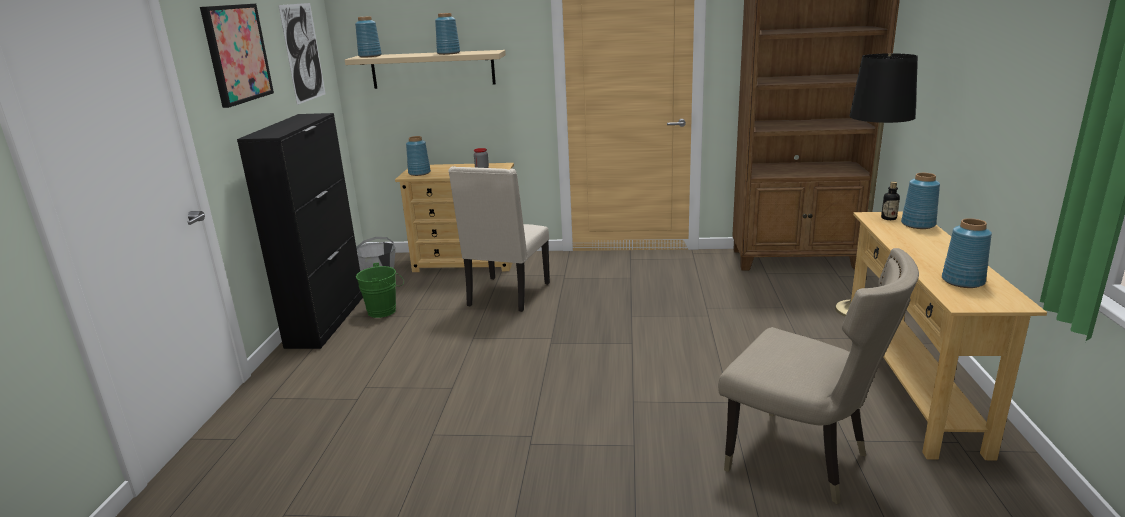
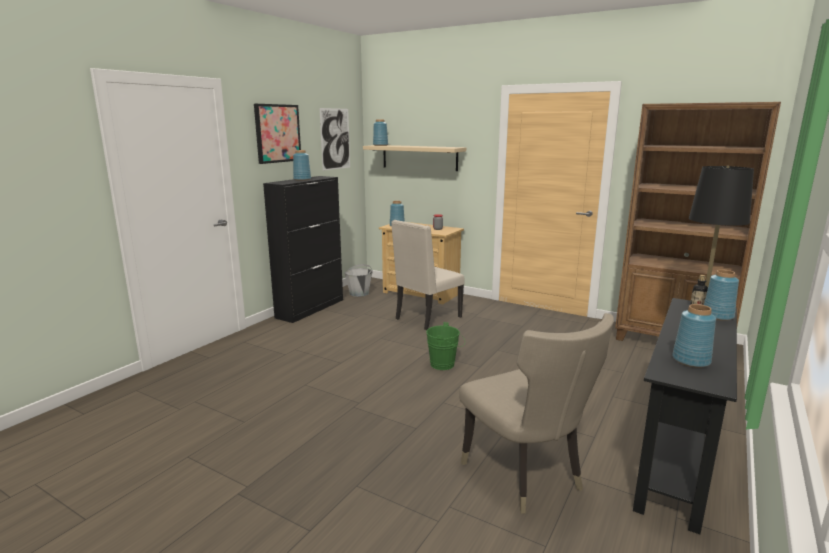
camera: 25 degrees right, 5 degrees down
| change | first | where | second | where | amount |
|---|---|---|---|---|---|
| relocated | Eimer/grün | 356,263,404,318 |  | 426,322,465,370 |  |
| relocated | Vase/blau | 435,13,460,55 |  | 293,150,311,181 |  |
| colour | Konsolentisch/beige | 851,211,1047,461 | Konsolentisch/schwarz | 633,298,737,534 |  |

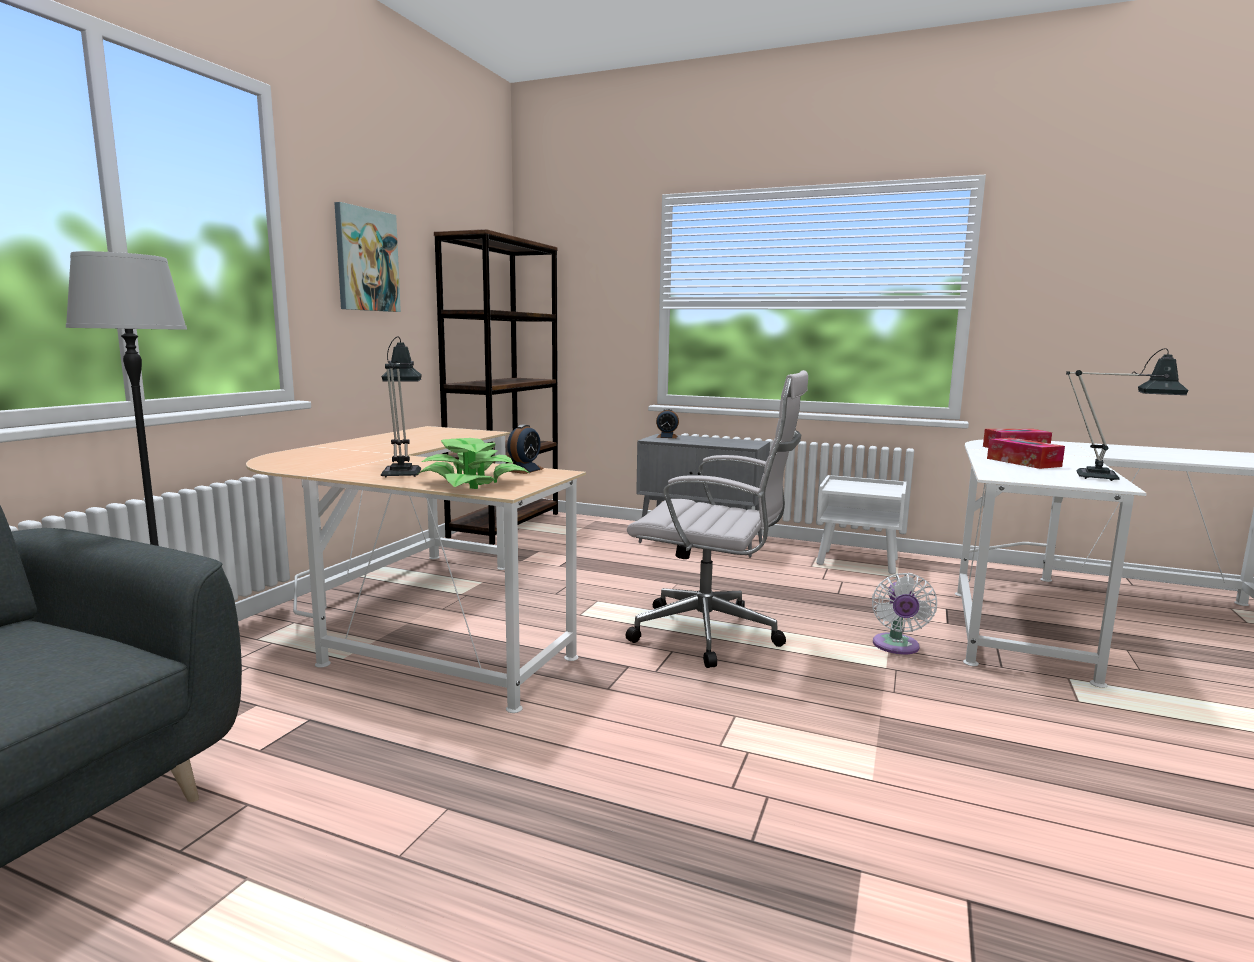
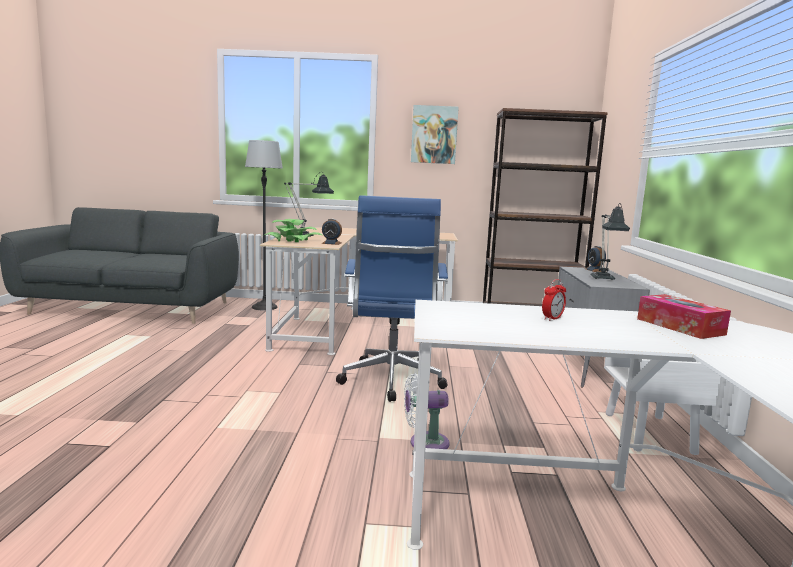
camera: 70 degrees right, 0 degrees up
| change | first | where | second | where | amount |
|---|---|---|---|---|---|
| colour | Bürostuhl/weiß | 626,370,808,668 | Bürostuhl/blau | 336,195,448,402 |  |
| exchanged | Taschentuchbox | 987,438,1065,469 | Wecker | 542,279,566,321 |  |
| relocated | Tischlampe | 1066,348,1189,481 |  | 590,203,630,280 |  |

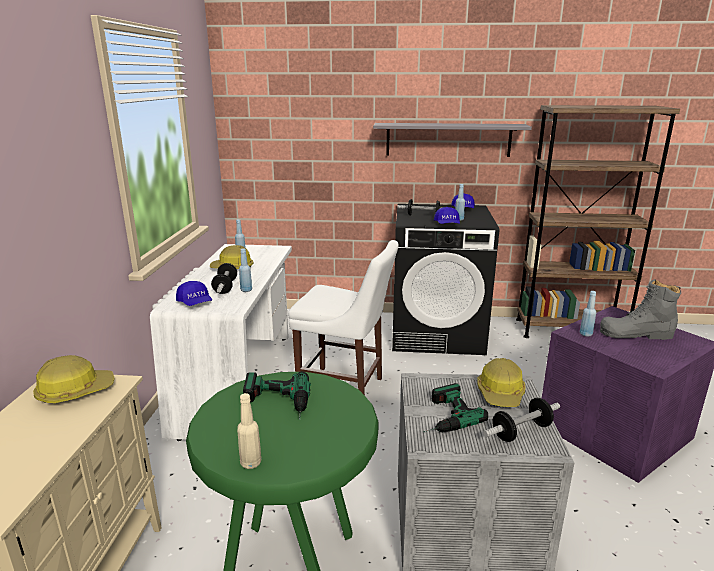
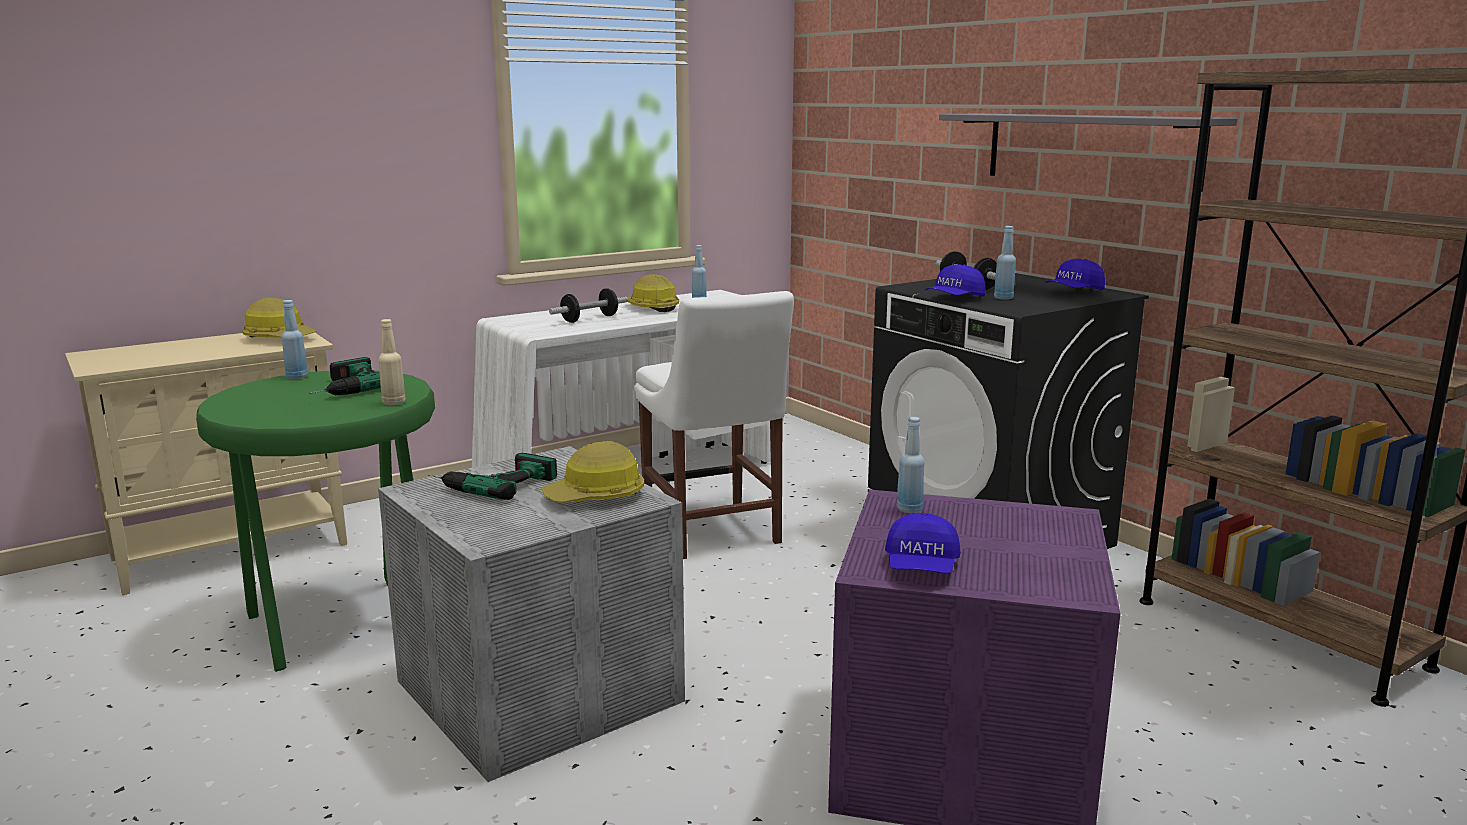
camera: 50 degrees right, 5 degrees down
| change | first | where | second | where | amount |
|---|---|---|---|---|---|
| relocated | Kappe/blau | 176,281,212,306 |  | 885,513,961,573 |  |
| relocated | Flasche/beige | 237,393,262,469 |  | 379,319,406,405 |  |
| relocated | Flasche/blau | 239,248,252,292 |  | 282,300,308,379 |  |
| missing | Hantel | 483,398,560,442 |  |  |  |
| missing | Stiefel/grau | 600,279,681,340 |  |  |  |

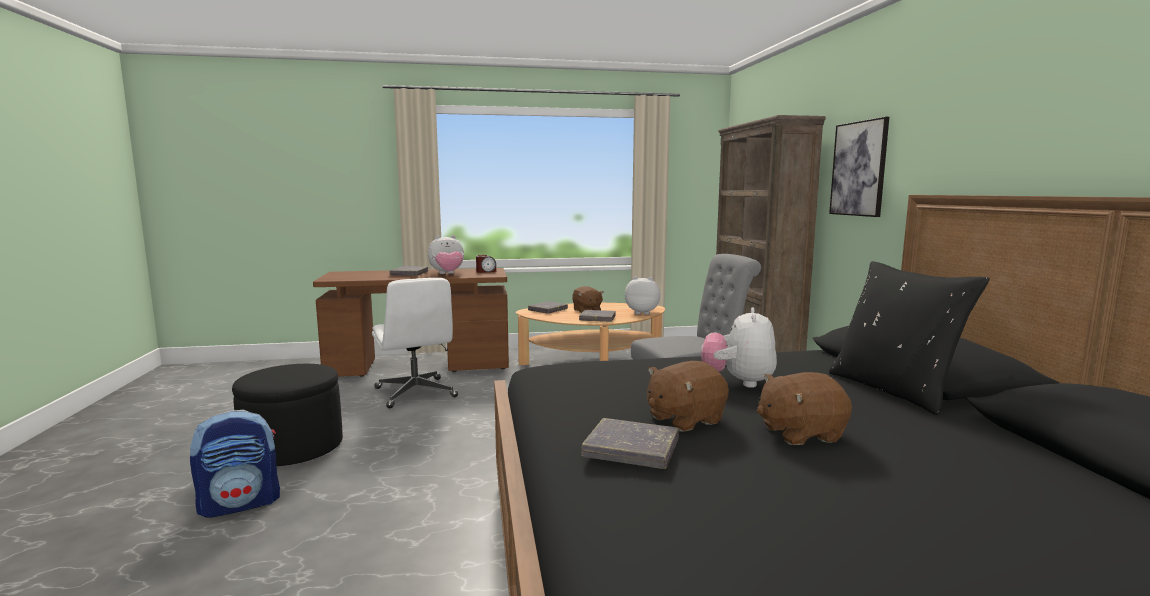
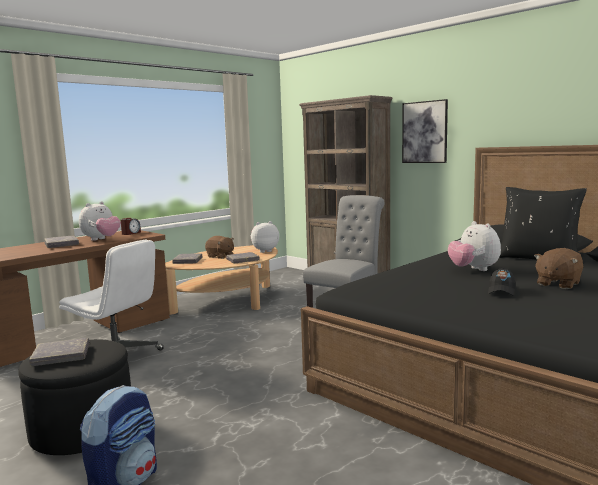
camera: 35 degrees left, 0 degrees up
| change | first | where | second | where | amount |
|---|---|---|---|---|---|
| relocated | Buch/grau | 581,418,679,469 |  | 29,338,89,366 |  |
| exchanged | Plüschtier/braun | 647,361,729,431 | Kappe/schwarz | 488,268,515,296 |  |

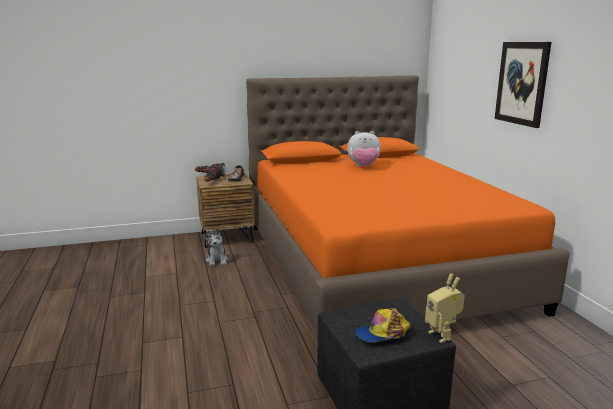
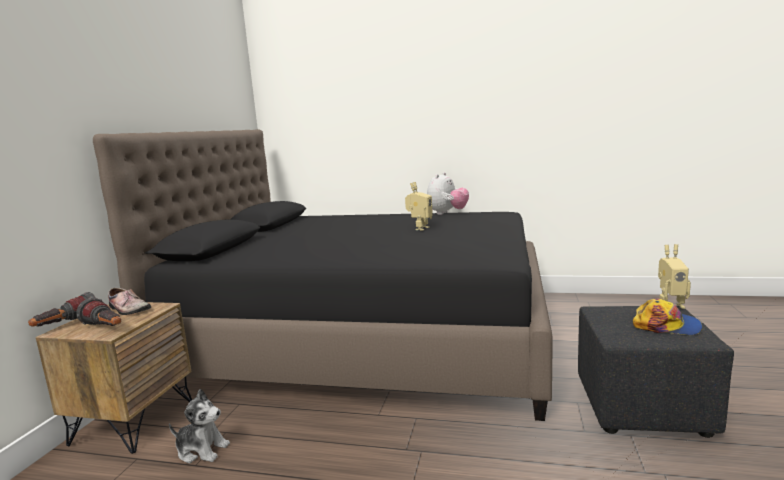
camera: 60 degrees left, 5 degrees down
| change | first | where | second | where | amount |
|---|---|---|---|---|---|
| colour | Bett/orange | 246,75,570,338 | Bett/schwarz | 93,129,553,421 |  |
| relocated | Plüschtier | 347,131,381,166 |  | 427,172,469,215 |  |
| spun | Kappe | 355,308,411,342 |  | 633,298,702,335 | 75 degrees counterclockwise |
| missing | Bild | 495,42,552,128 |  |  |  |
| appeared |  |  | Spielzeugroboter | 405,182,433,230 |  |

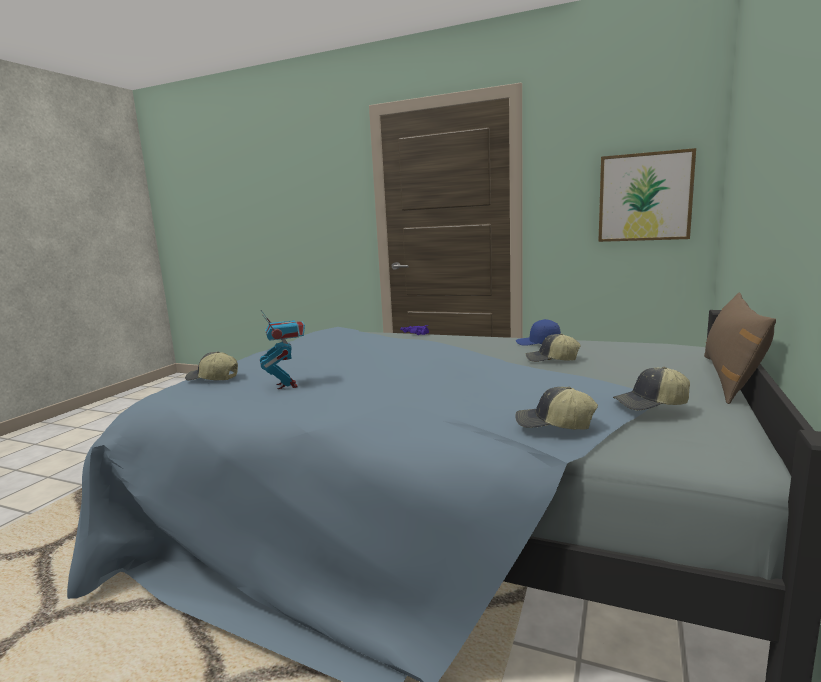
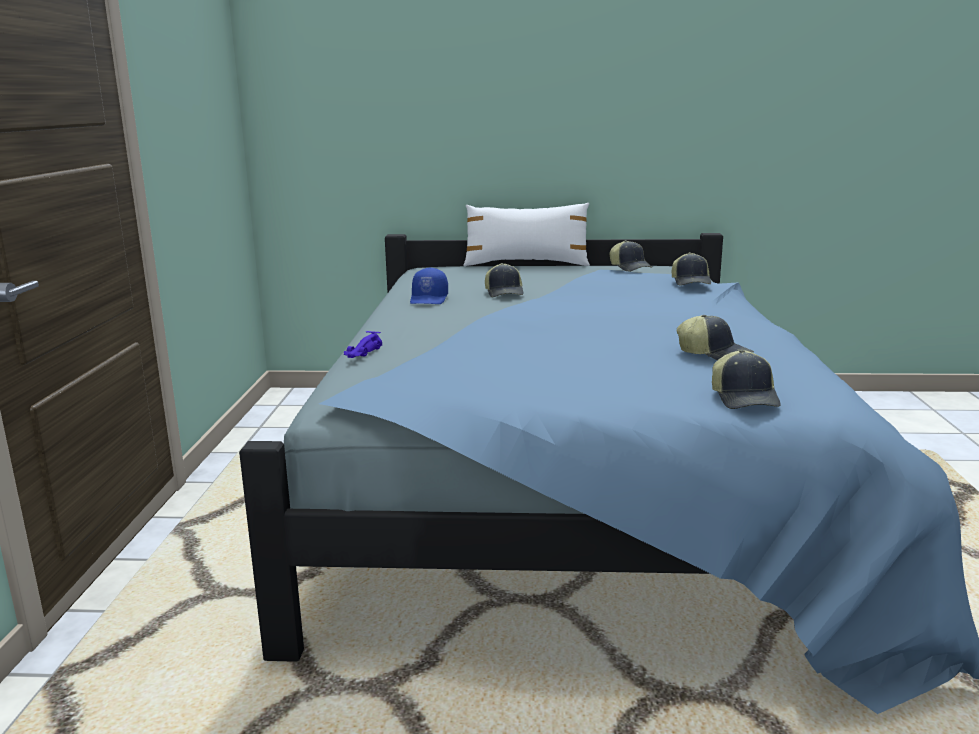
camera: 110 degrees left, 5 degrees up
| change | first | where | second | where | amount |
|---|---|---|---|---|---|
| exchanged | Spielzeugroboter | 260,310,305,389 | Kappe | 677,315,754,360 |  |
| missing | Bild | 598,148,696,242 |  |  |  |
| colour | Kissen/braun | 704,292,776,404 | Kissen/weiß | 463,203,590,266 |  |

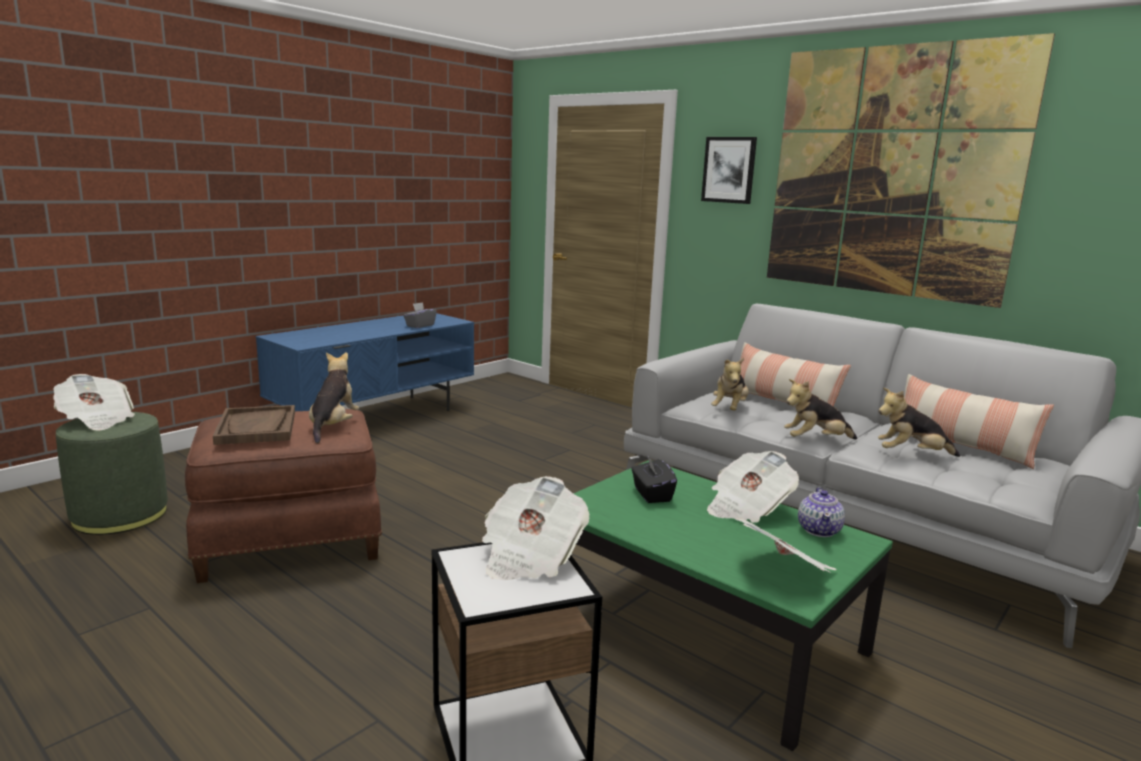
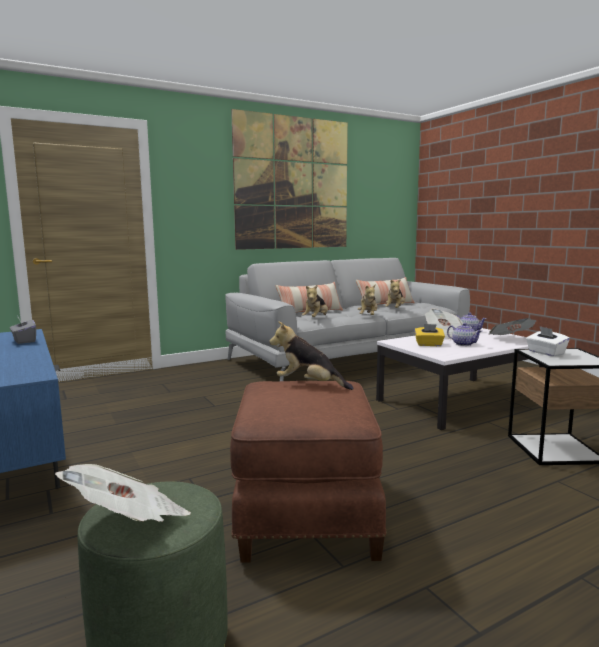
camera: 70 degrees left, 5 degrees down
| change | first | where | second | where | amount |
|---|---|---|---|---|---|
| missing | Tablett/braun | 213,405,295,445 |  |  |  |
| exchanged | Zeitung | 482,476,590,580 | Taschentuchbox/weiß | 526,326,570,357 |  |
| colour | Couchtisch/grün | 574,460,893,751 | Couchtisch/weiß | 376,328,543,430 |  |
| colour | Taschentuchbox/schwarz | 631,455,677,503 | Taschentuchbox/gelb | 414,324,445,346 |  |
| missing | Bild | 701,137,757,204 |  |  |  |
| spun | Plüschtier | 711,358,749,410 |  | 302,285,328,317 | 75 degrees clockwise |
| appeared |  |  | Teekanne | 447,323,482,346 |  |

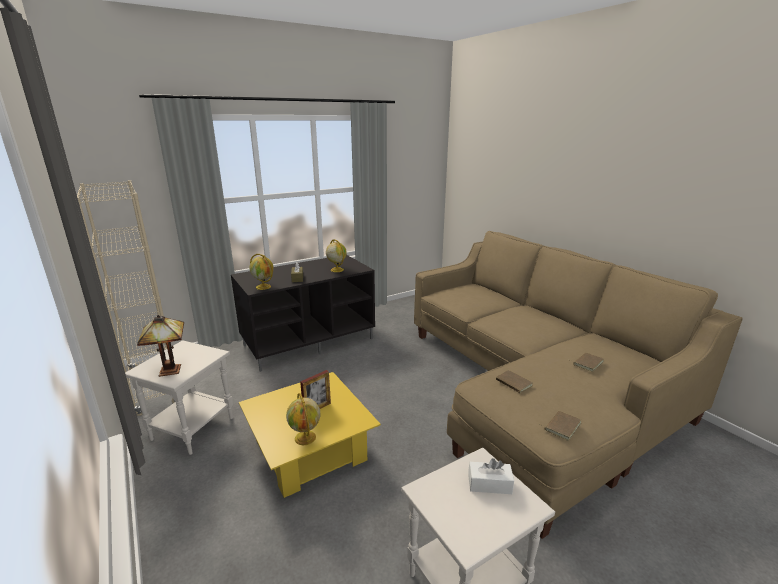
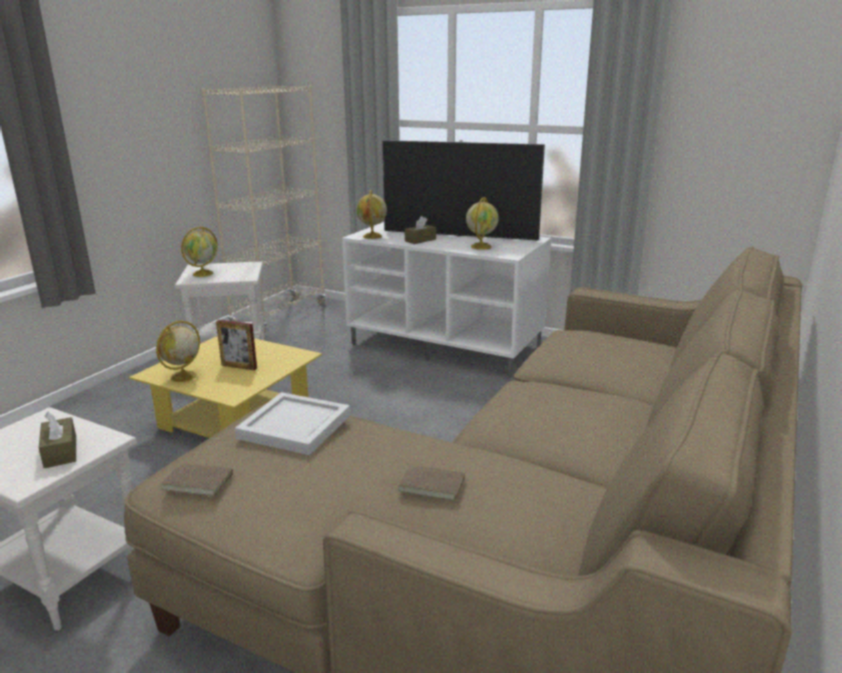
camera: 60 degrees right, 0 degrees up
| change | first | where | second | where | amount |
|---|---|---|---|---|---|
| exchanged | Tischlampe | 137,315,184,377 | Globus | 181,227,217,277 |  |
| colour | Fernsehschrank/schwarz | 231,255,375,372 | Fernsehschrank/weiß | 342,222,551,378 |  |
| colour | Taschentuchbox/weiß | 468,458,514,494 | Taschentuchbox/braun | 39,412,76,468 |  |
| exchanged | Buch/braun | 496,370,533,394 | Tablett/weiß | 235,392,350,455 |  |
| appeared |  |  | Fernseher | 382,140,545,241 |  |

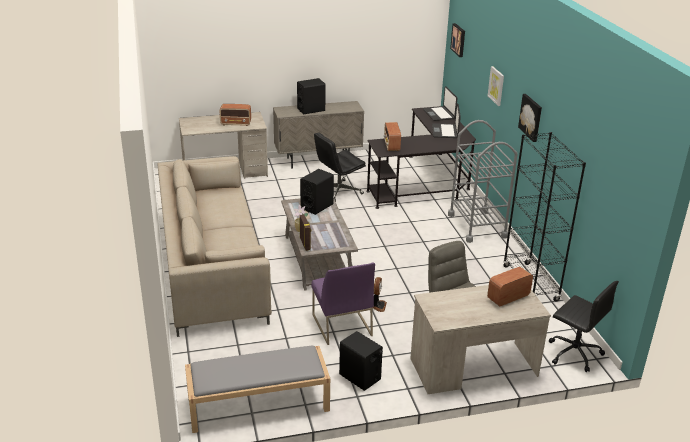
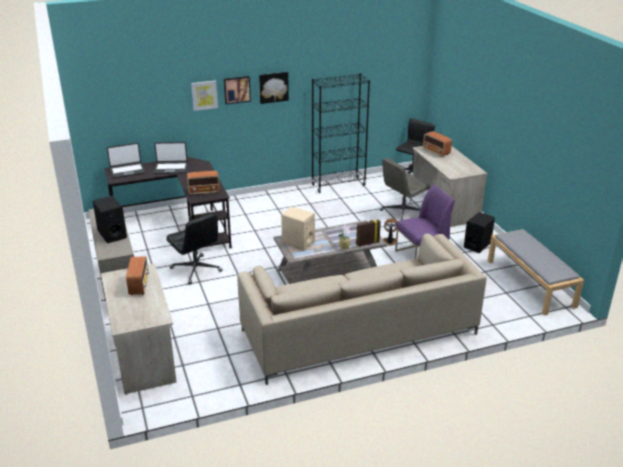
camera: 95 degrees left, 0 degrees up
| change | first | where | second | where | amount |
|---|---|---|---|---|---|
| colour | Lautsprecher/schwarz | 300,169,334,215 | Lautsprecher/beige | 281,207,315,250 |  |
| missing | Rollwagen/grau | 448,120,518,243 |  |  |  |
| relocated | Bild | 450,23,465,57 |  | 224,76,251,104 |  |

